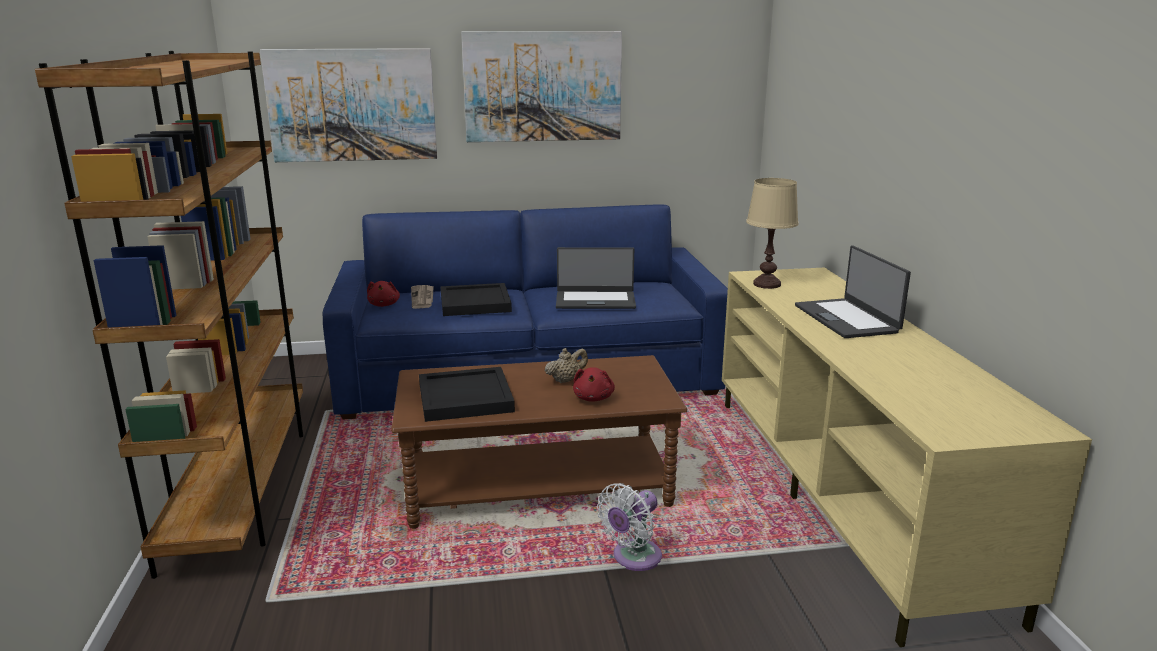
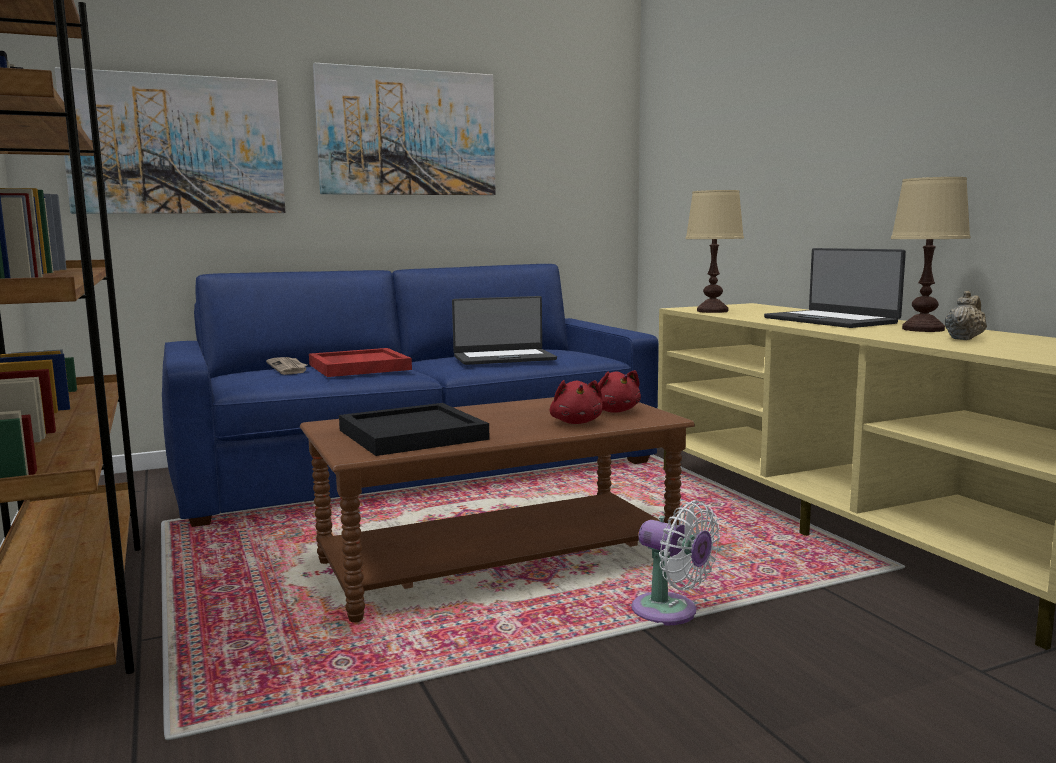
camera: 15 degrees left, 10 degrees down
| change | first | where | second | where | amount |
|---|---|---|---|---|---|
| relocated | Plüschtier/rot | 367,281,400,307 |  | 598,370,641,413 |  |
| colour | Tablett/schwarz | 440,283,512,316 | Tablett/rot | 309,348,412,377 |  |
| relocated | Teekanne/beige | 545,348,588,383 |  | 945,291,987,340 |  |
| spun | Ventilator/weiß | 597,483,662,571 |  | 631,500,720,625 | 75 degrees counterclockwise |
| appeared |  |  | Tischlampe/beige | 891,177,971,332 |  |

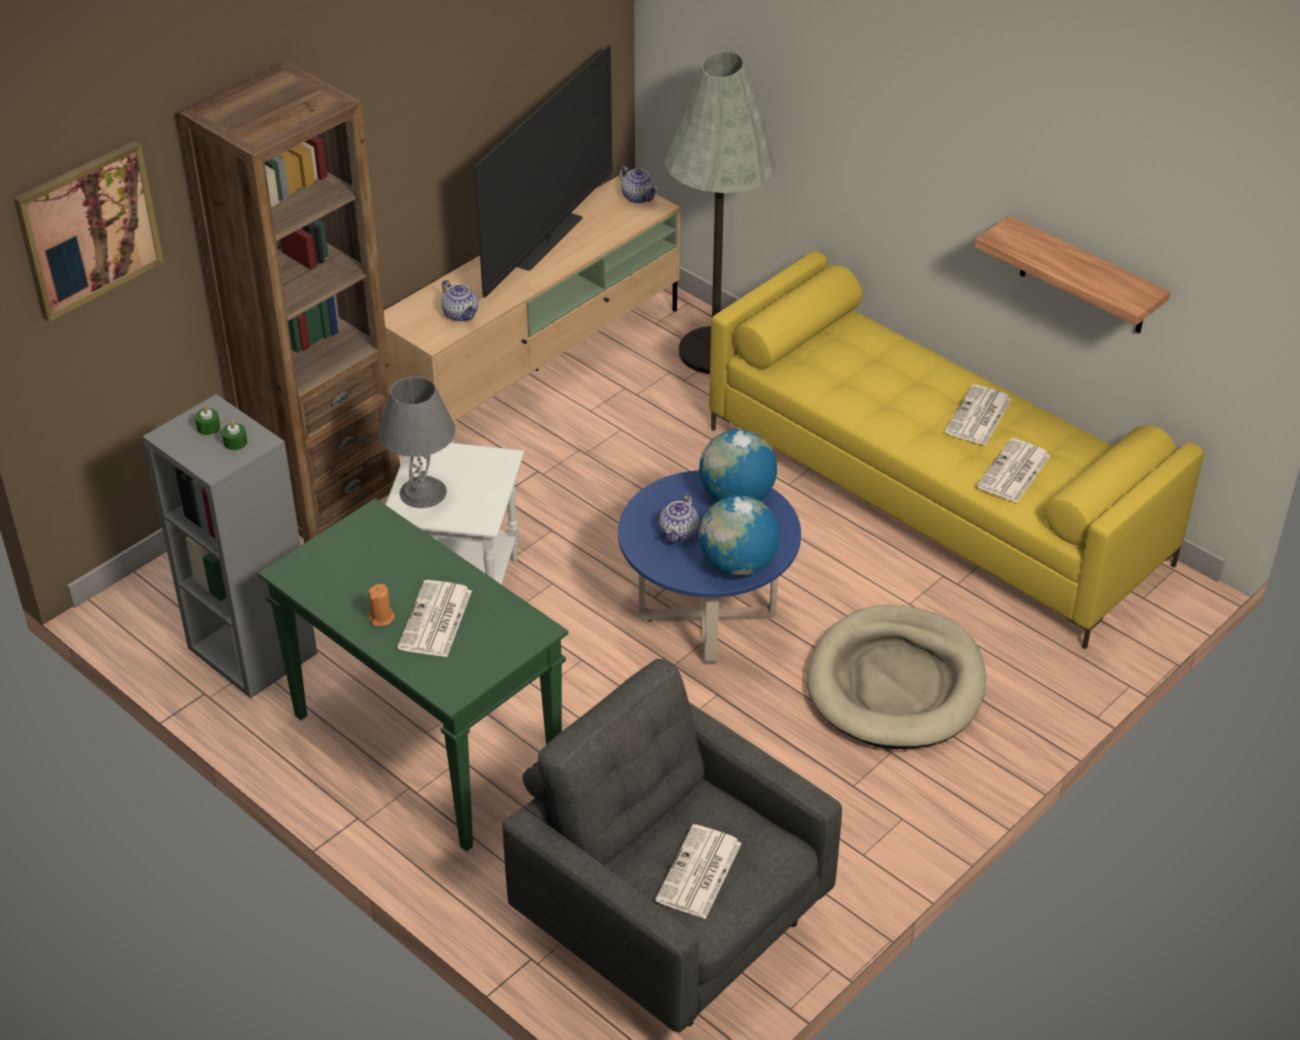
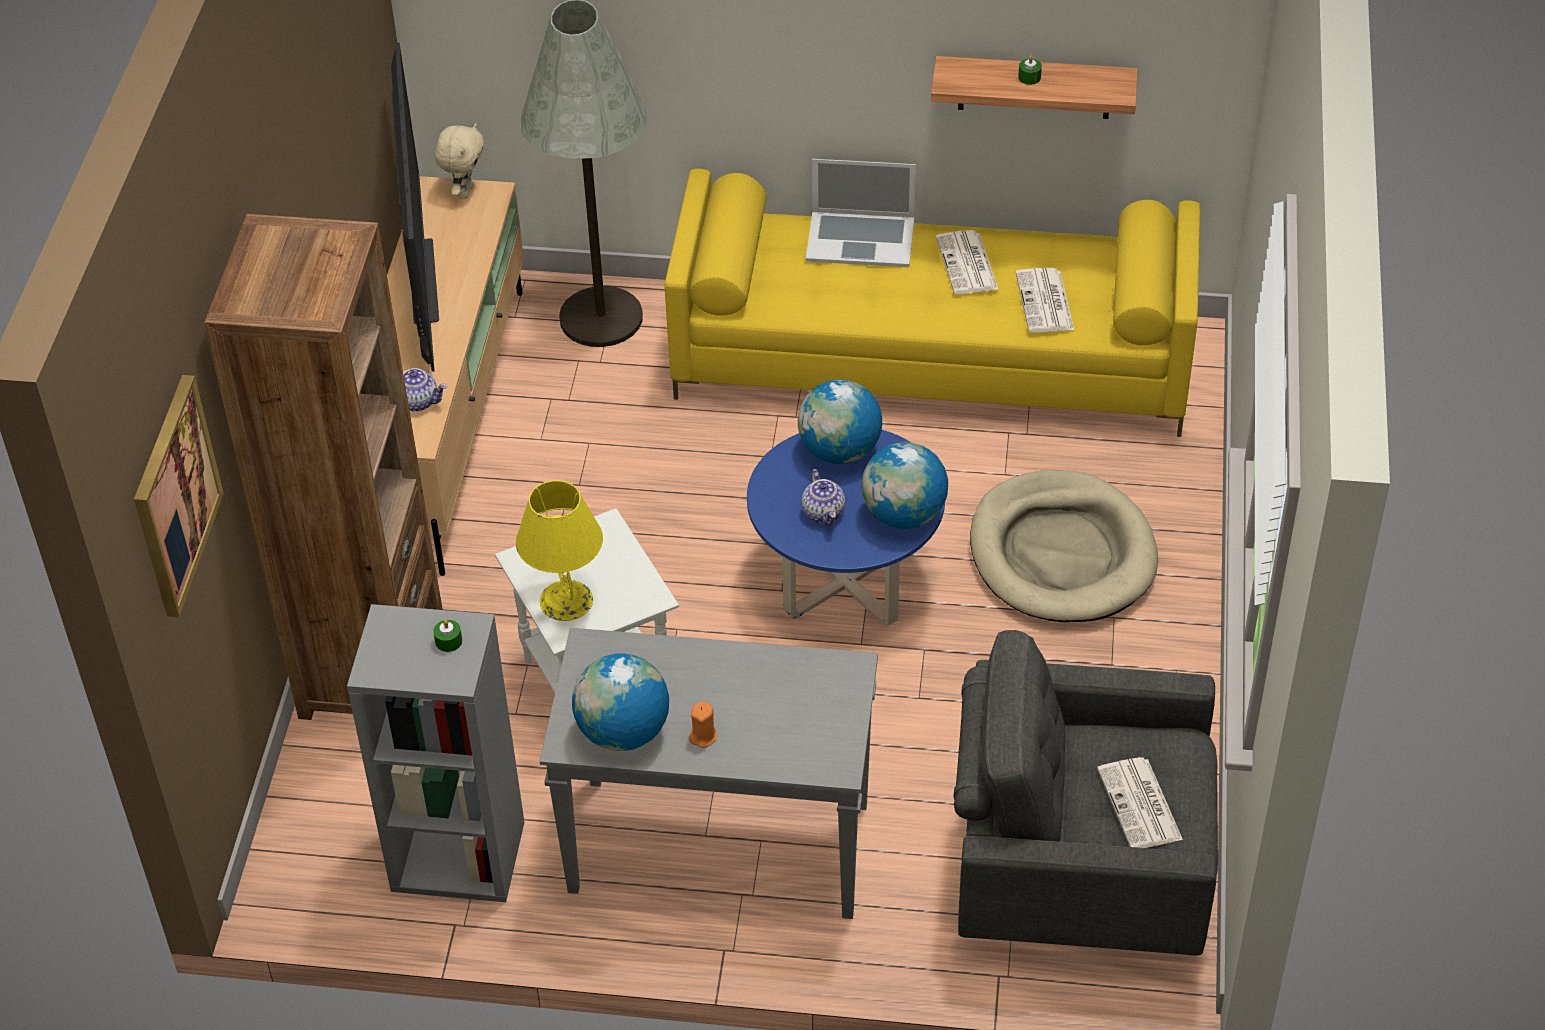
camera: 35 degrees left, 5 degrees up
| change | first | where | second | where | amount |
|---|---|---|---|---|---|
| relocated | Kerze/grün | 195,406,220,435 |  | 1018,56,1042,85 |  |
| colour | Konsolentisch/grün | 258,498,568,852 | Konsolentisch/grau | 539,628,878,919 |  |
| colour | Tischlampe/grau | 379,376,456,508 | Tischlampe/gelb | 516,480,603,621 |  |
| missing | Zeitung | 397,580,472,657 |  |  |  |
| exchanged | Teekanne | 619,166,658,204 | Plüschtier/beige | 435,123,484,199 |  |
| appeared |  |  | Globus | 572,654,669,751 |  |
| appeared |  |  | Laptop | 806,159,916,267 |  |

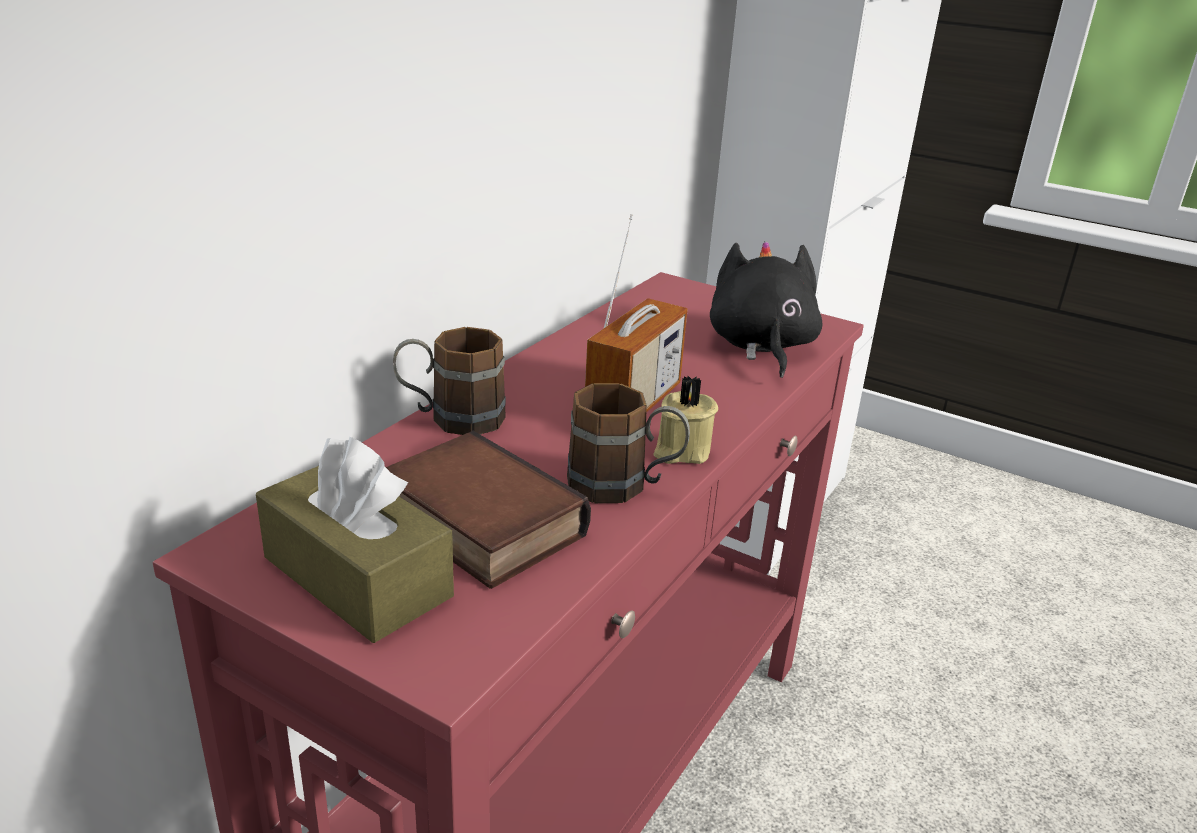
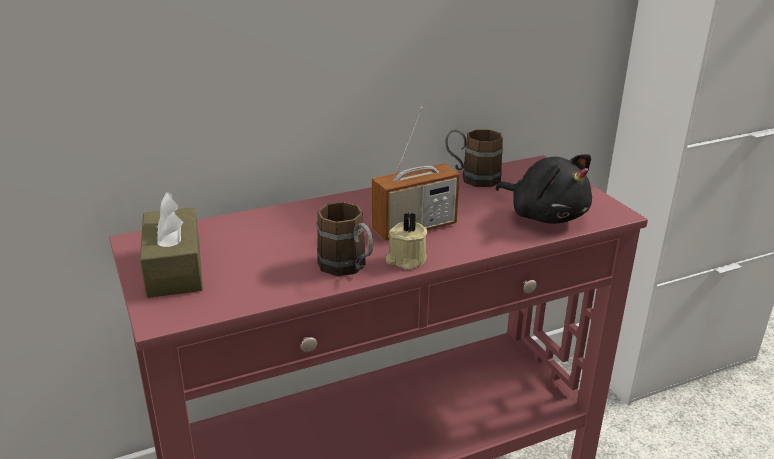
camera: 35 degrees right, 0 degrees up
| change | first | where | second | where | amount |
|---|---|---|---|---|---|
| missing | Buch | 386,431,591,589 |  |  |  |
| relocated | Henkelbecher/braun | 393,327,506,435 |  | 445,129,503,187 |  |
| spun | Plüschtier/schwarz | 710,241,822,378 |  | 495,154,592,224 | 105 degrees clockwise |

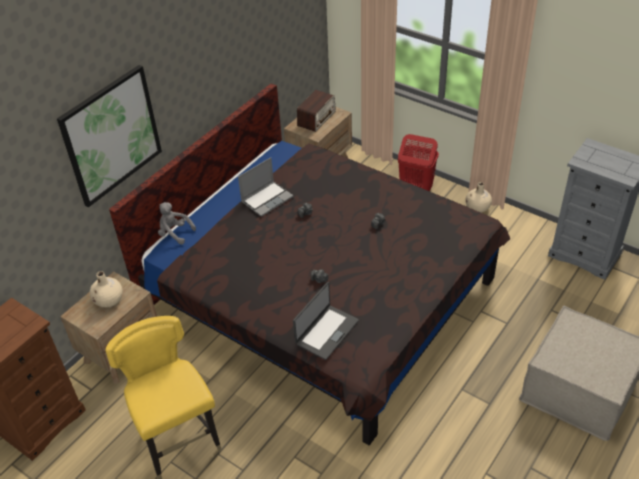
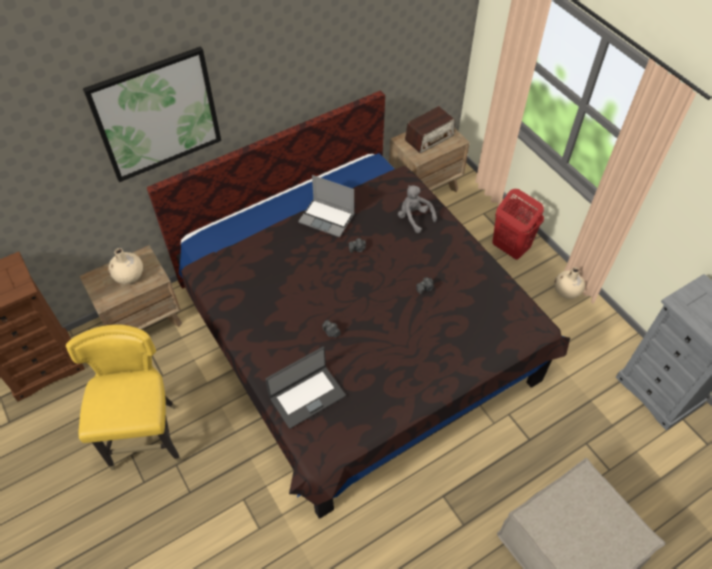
camera: 20 degrees right, 10 degrees up
| change | first | where | second | where | amount |
|---|---|---|---|---|---|
| relocated | Plüschtier/grau | 158,202,196,245 |  | 398,185,437,233 |  |
| spun | Laptop | 238,157,293,217 |  | 298,175,354,237 | 45 degrees clockwise |

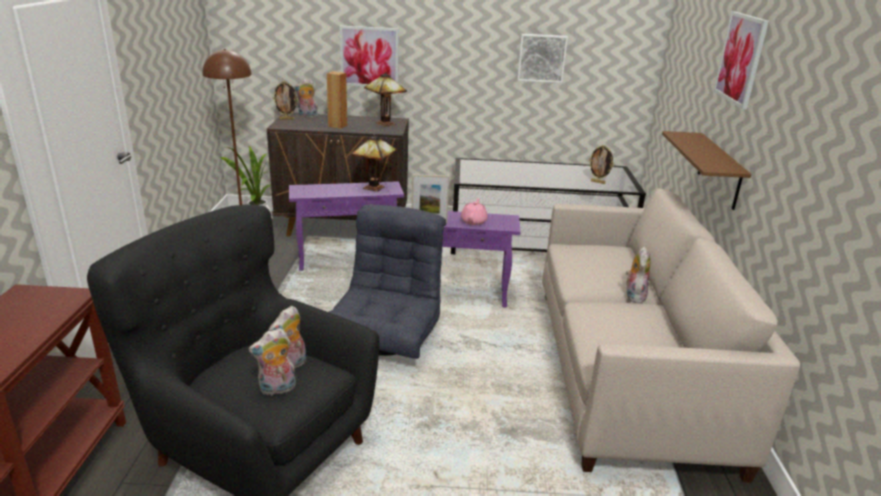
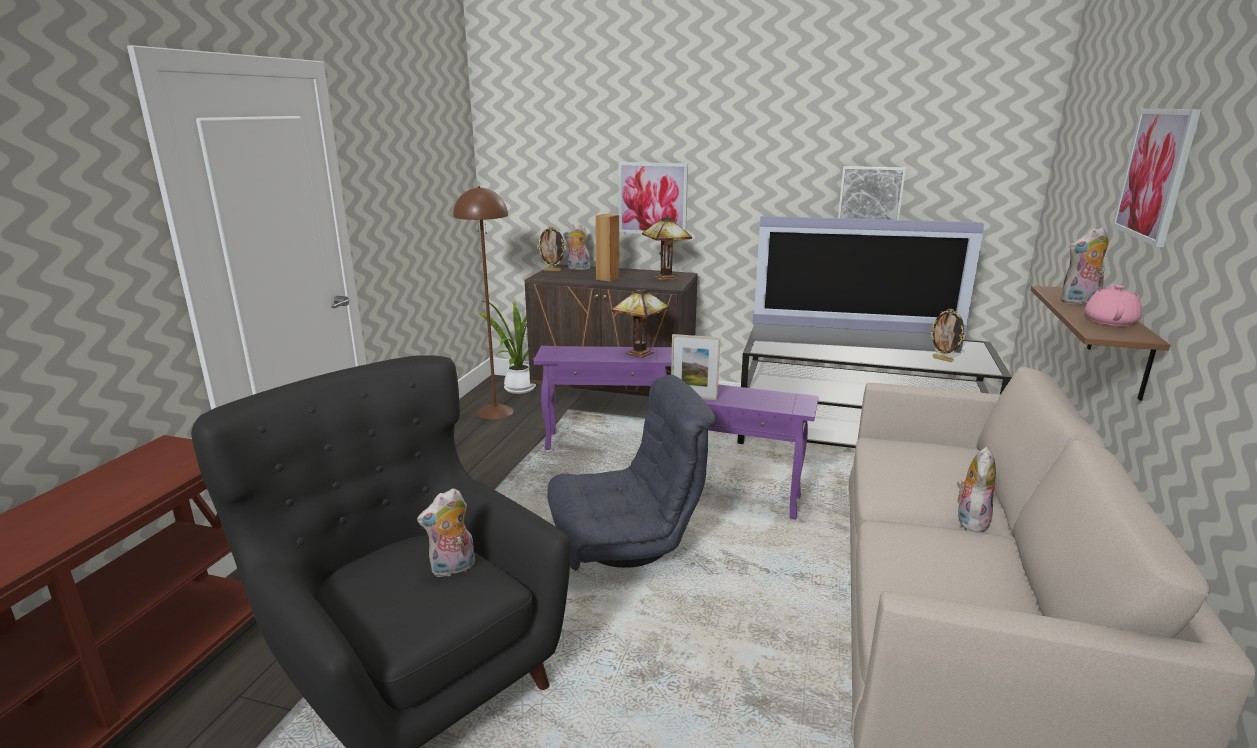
camera: 15 degrees right, 5 degrees down
| change | first | where | second | where | amount |
|---|---|---|---|---|---|
| relocated | Plüschtier | 249,328,296,396 |  | 1060,227,1109,305 |  |
| spun | Sessel/grau | 329,205,446,359 |  | 547,375,716,571 | 45 degrees clockwise |
| relocated | Teekanne/rosa | 461,198,488,225 |  | 1085,284,1142,326 |  |
| appeared |  |  | Fernseher | 752,216,984,353 |  |

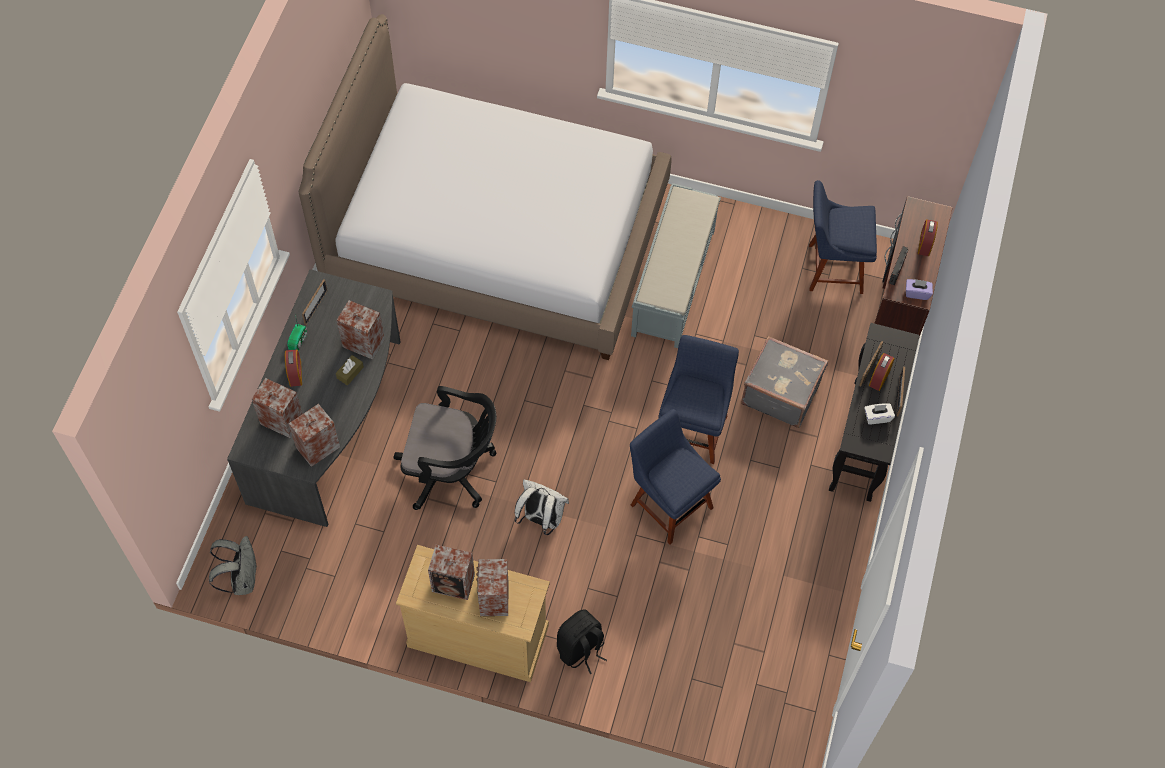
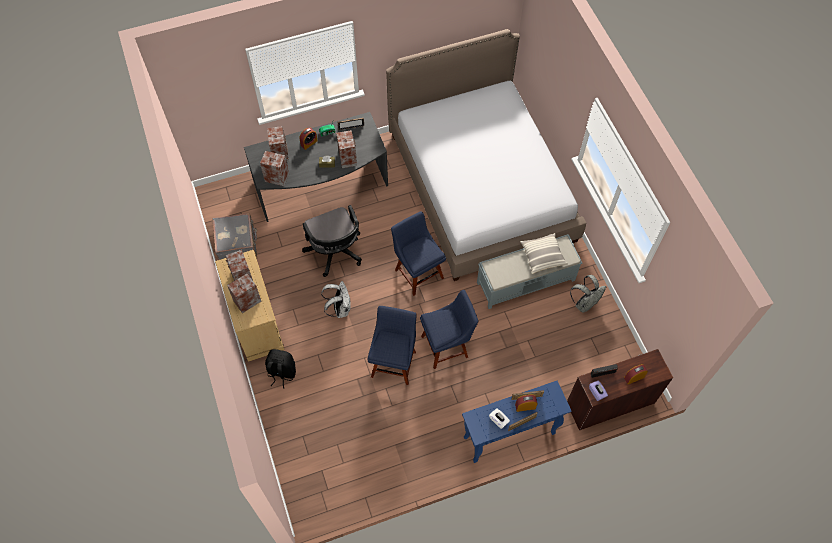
camera: 55 degrees right, 0 degrees up
| change | first | where | second | where | amount |
|---|---|---|---|---|---|
| relocated | Rucksack/grau | 209,536,258,595 |  | 570,275,606,313 |  |
| relocated | Koffer/grau | 741,336,828,428 |  | 213,213,257,260 |  |
| relocated | Stuhl/blau | 809,180,877,294 |  | 391,211,446,296 |  |
| colour | Konsolentisch/schwarz | 829,323,919,502 | Konsolentisch/blau | 462,381,571,463 |  |
| appeared |  |  | Kissen | 520,233,568,274 |  |

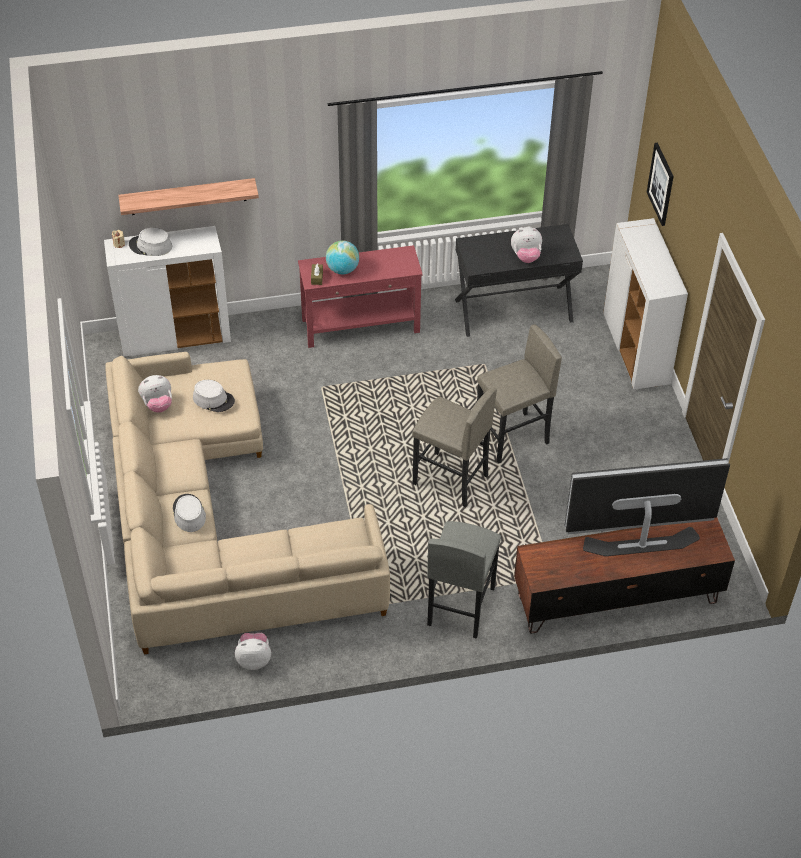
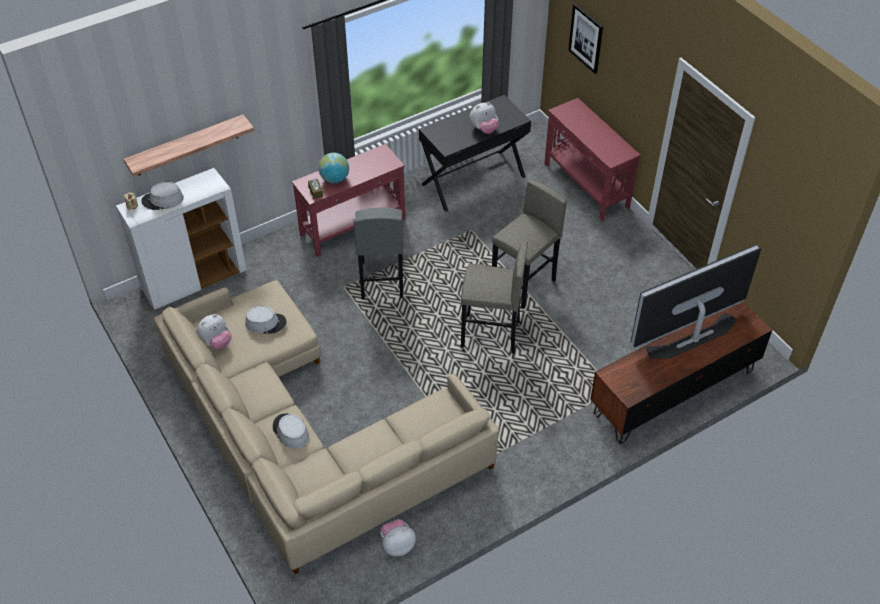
camera: 20 degrees left, 0 degrees up
| change | first | where | second | where | amount |
|---|---|---|---|---|---|
| relocated | Hocker/grau | 427,521,501,639 |  | 353,208,403,300 |  |
| exchanged | Schrank/weiß | 603,218,688,390 | Konsolentisch/rot | 544,98,641,221 |  |

